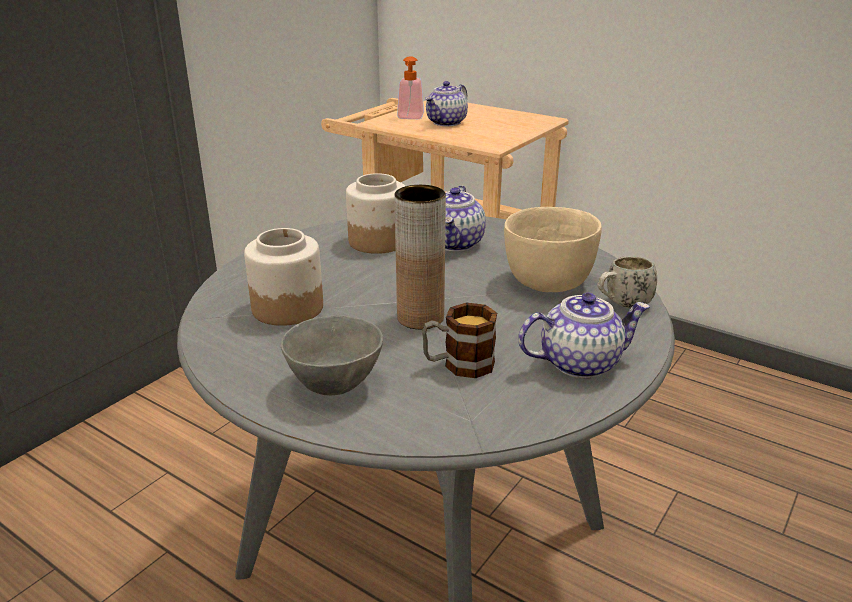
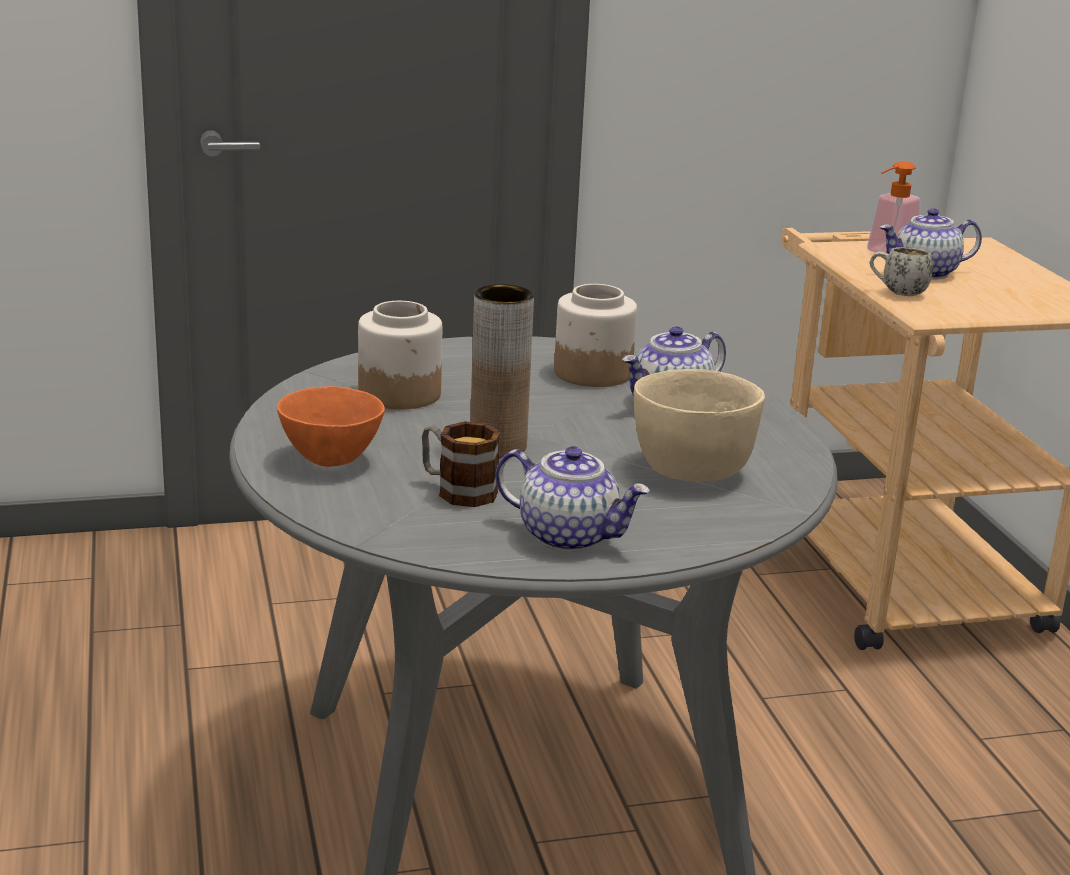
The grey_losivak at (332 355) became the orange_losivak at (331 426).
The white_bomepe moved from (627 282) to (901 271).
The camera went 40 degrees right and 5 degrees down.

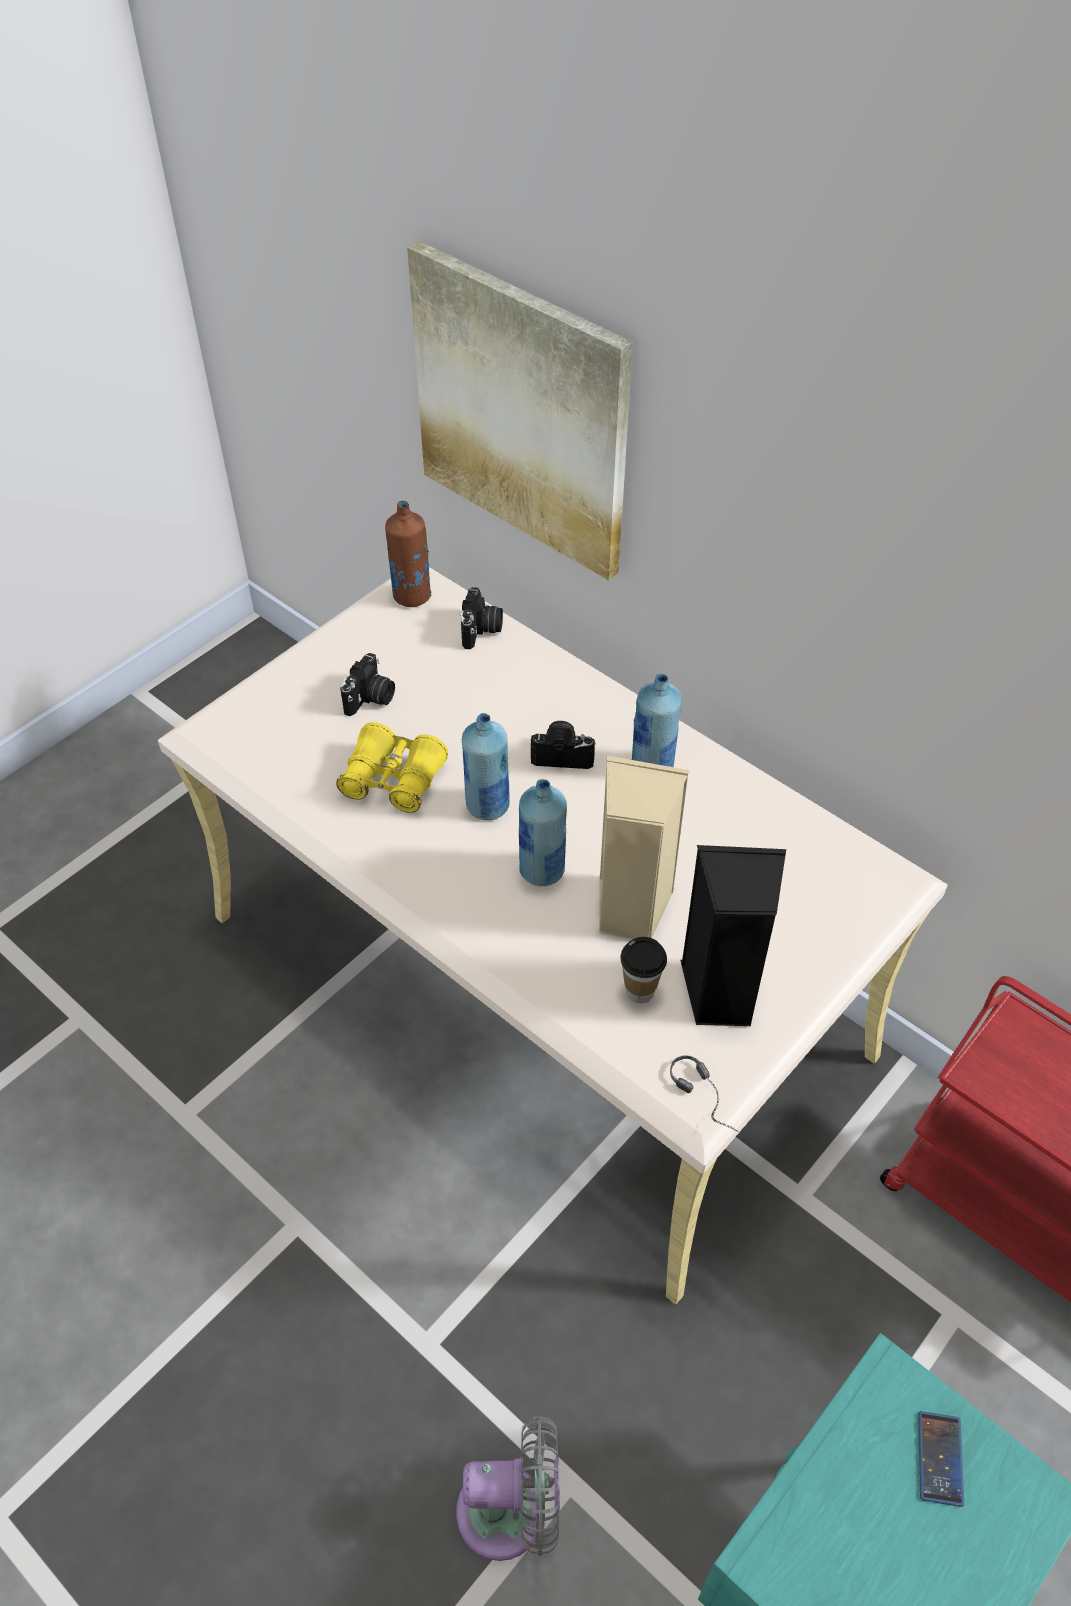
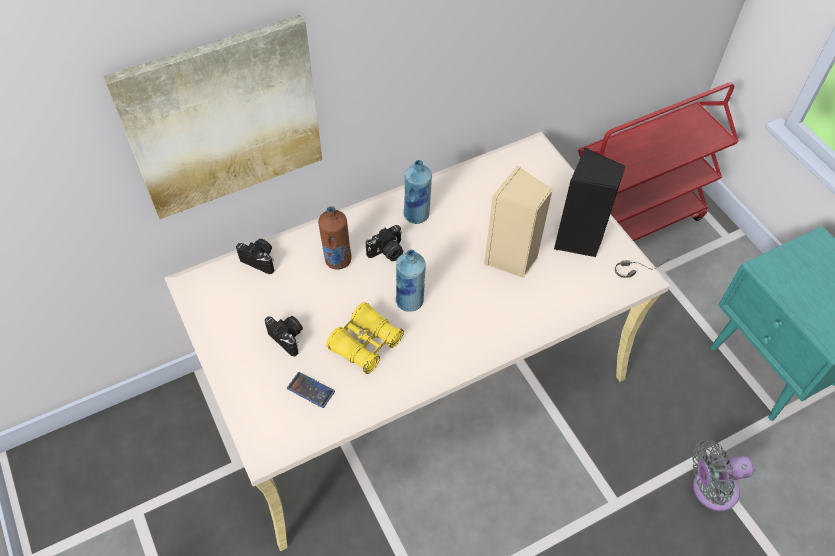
The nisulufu moved from (941 1459) to (311 390).
The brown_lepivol moved from (408 554) to (334 238).
The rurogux at (563 745) turned 150 degrees counterclockwise.
The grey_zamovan at (508 1488) turned 120 degrees counterclockwise.
The blue_lepivol at (543 832) disappeared.
The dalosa at (643 970) disappeared.
The camera went 70 degrees left and 5 degrees up.

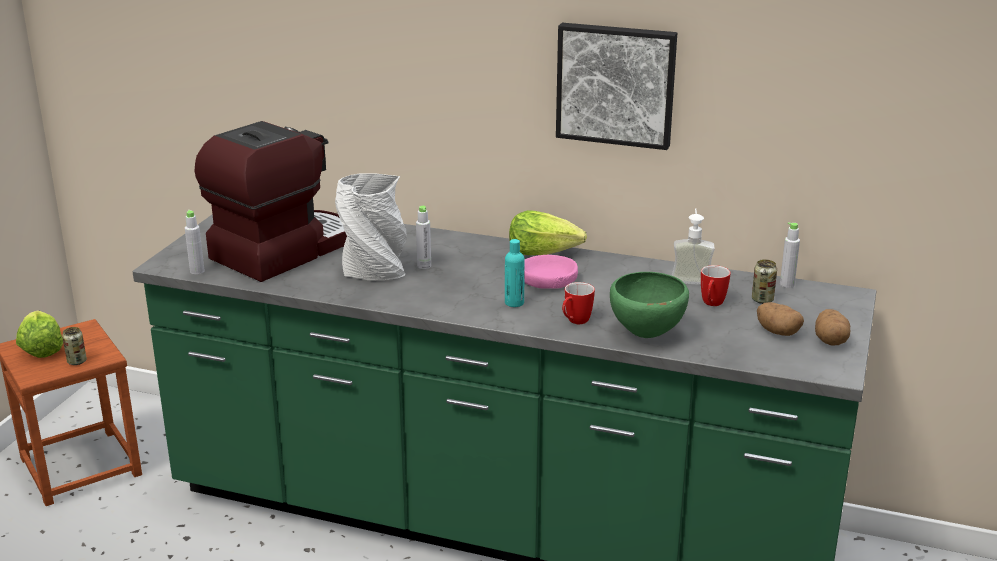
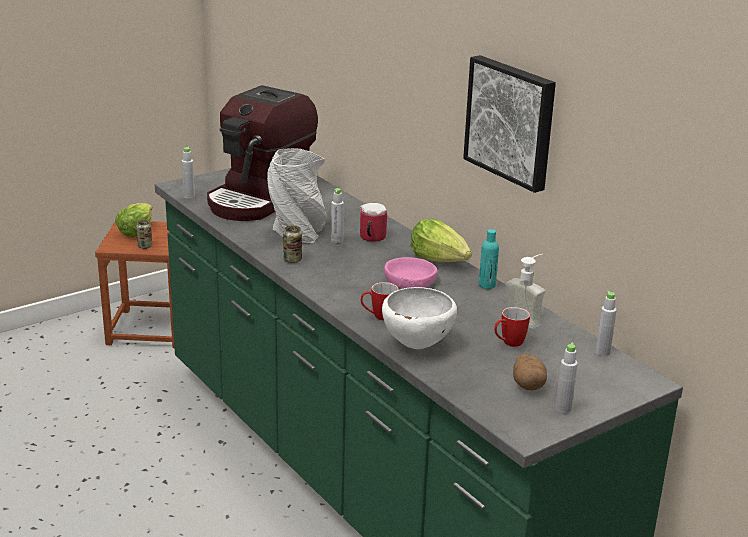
The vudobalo at (271 201) turned 135 degrees clockwise.
The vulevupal moved from (764 281) to (292 244).
The bomepe at (373 222) appeared.
The green_losivak at (649 305) became the white_losivak at (419 318).
The turquoise_lepivol moved from (515 273) to (489 259).
The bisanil at (832 327) was replaced by the grey_lepivol at (567 377).
The camera went 35 degrees right and 0 degrees up.

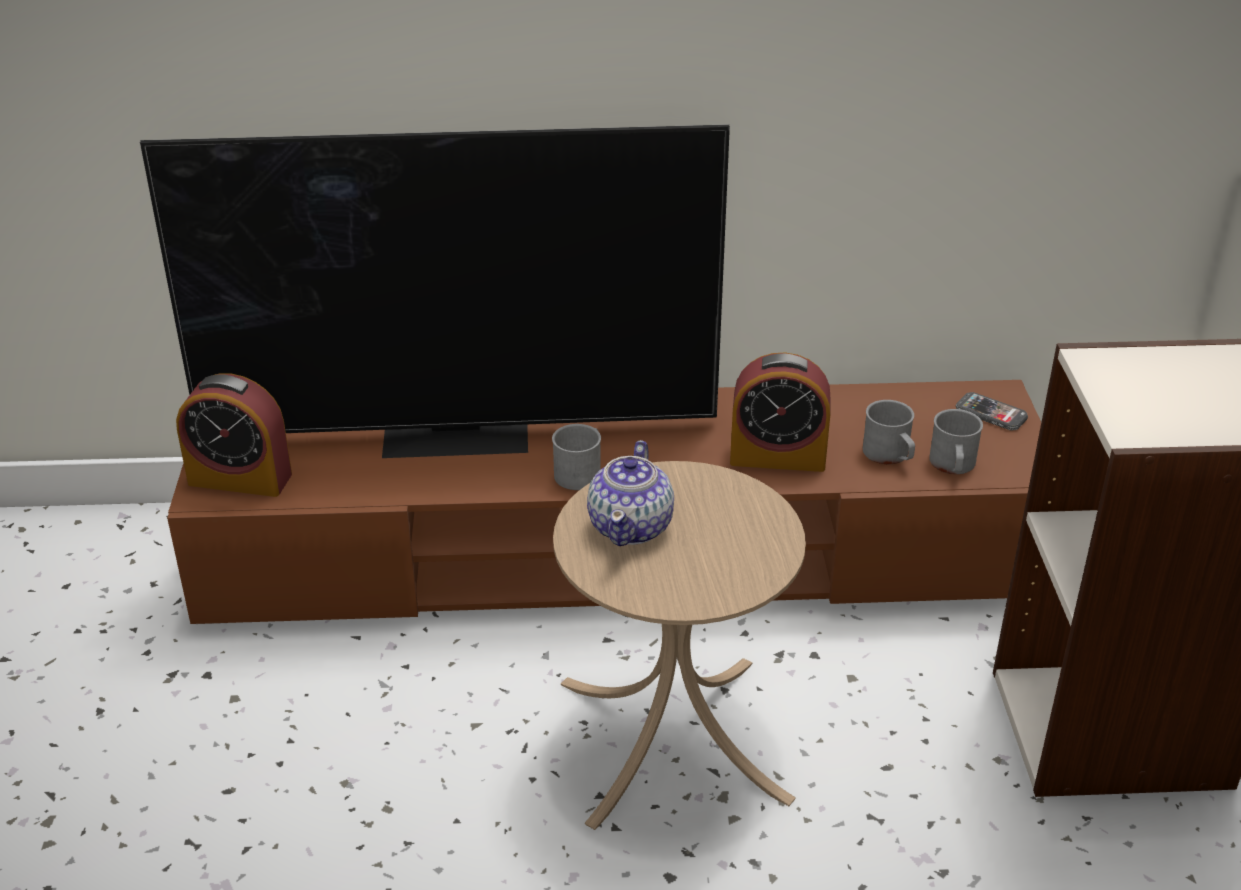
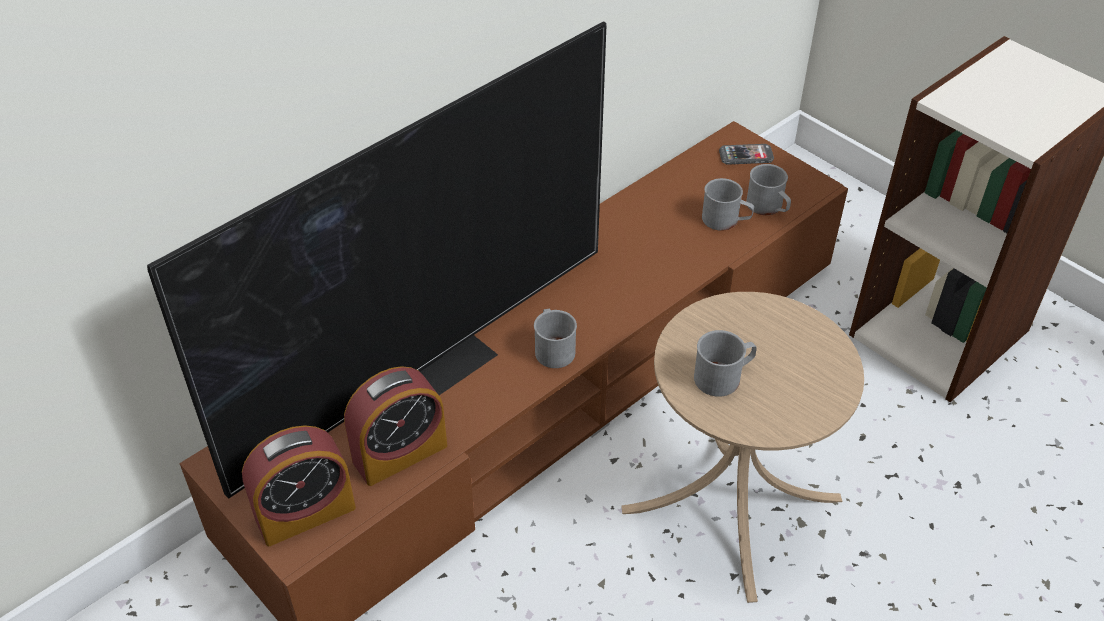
The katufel moved from (780 412) to (395 426).
The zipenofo at (630 493) was replaced by the grey_bomepe at (725 363).
The camera went 40 degrees left and 10 degrees up.

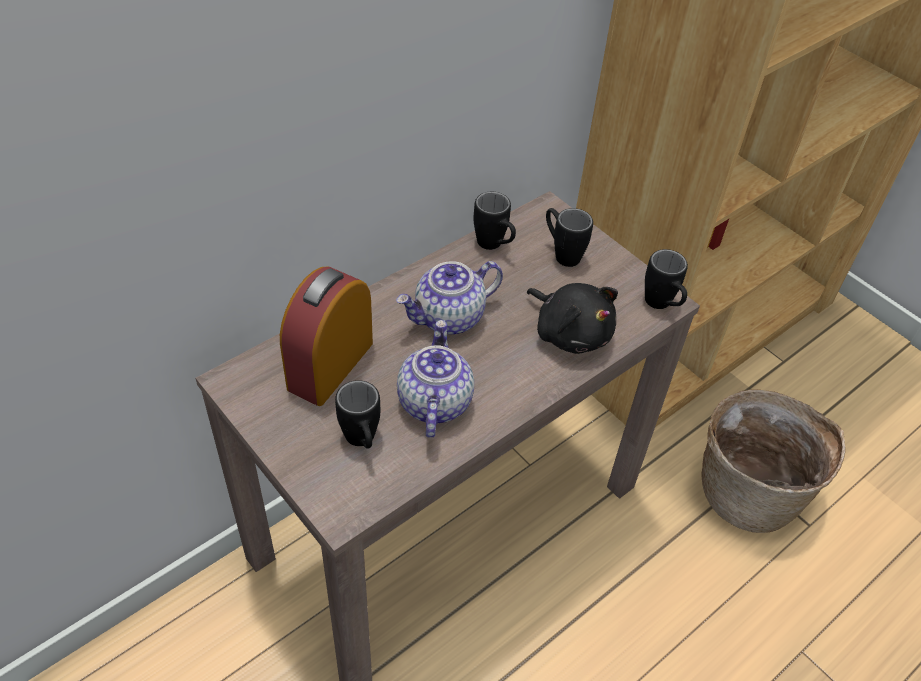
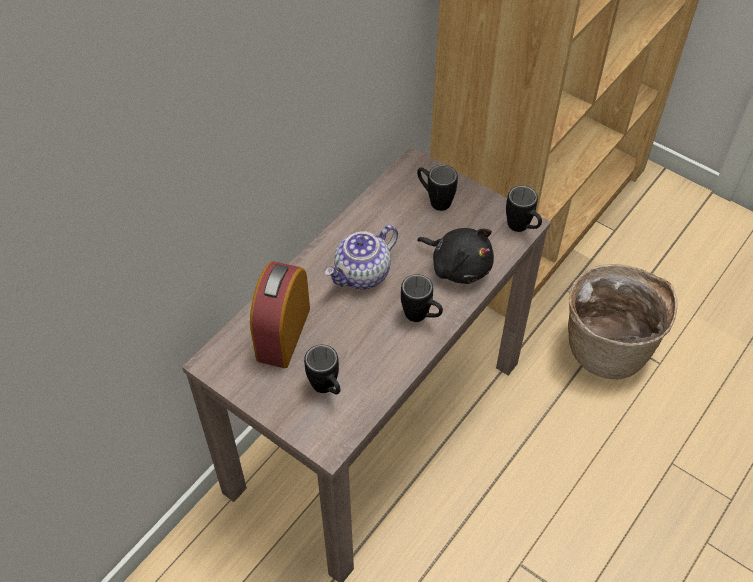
The black_bomepe moved from (495 221) to (422 298).
The zipenofo at (435 379) disappeared.
The camera went 10 degrees left and 5 degrees up.

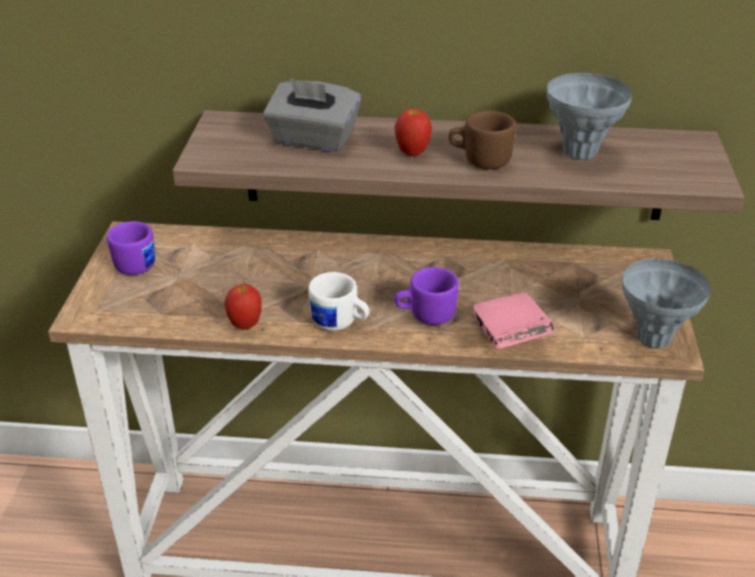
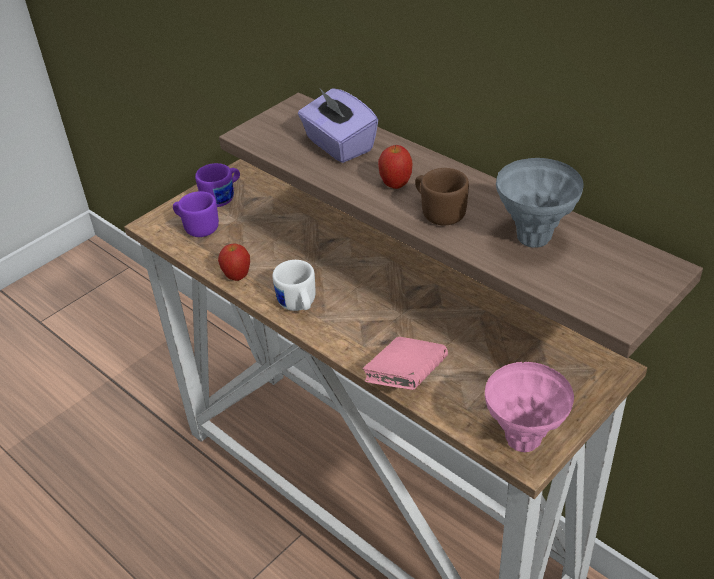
The purple_bomepe moved from (426 296) to (196 214).
The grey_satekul at (312 115) became the purple_satekul at (338 125).
The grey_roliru at (666 303) became the pink_roliru at (529 407).
The camera went 40 degrees right and 5 degrees up.

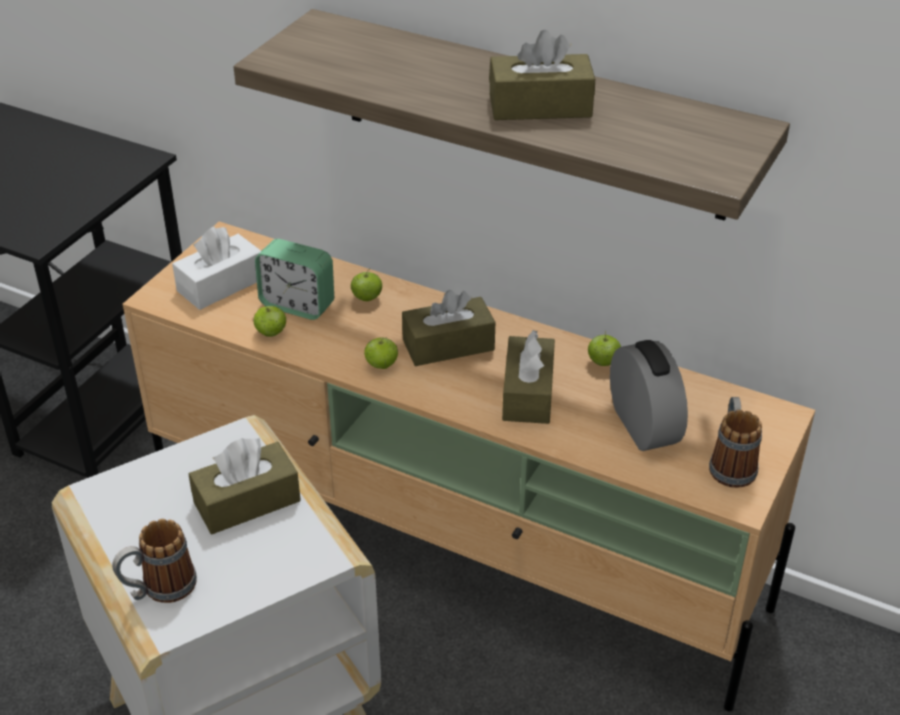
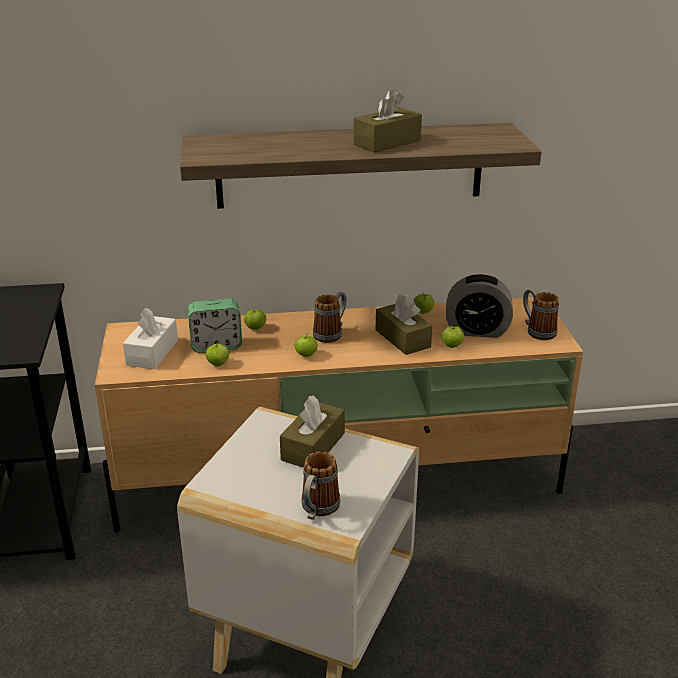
The brown_satekul at (448 328) was replaced by the bomepe at (329 317).
The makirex at (452 335) appeared.
The katufel at (649 395) turned 150 degrees clockwise.
The camera went 35 degrees left and 10 degrees down.

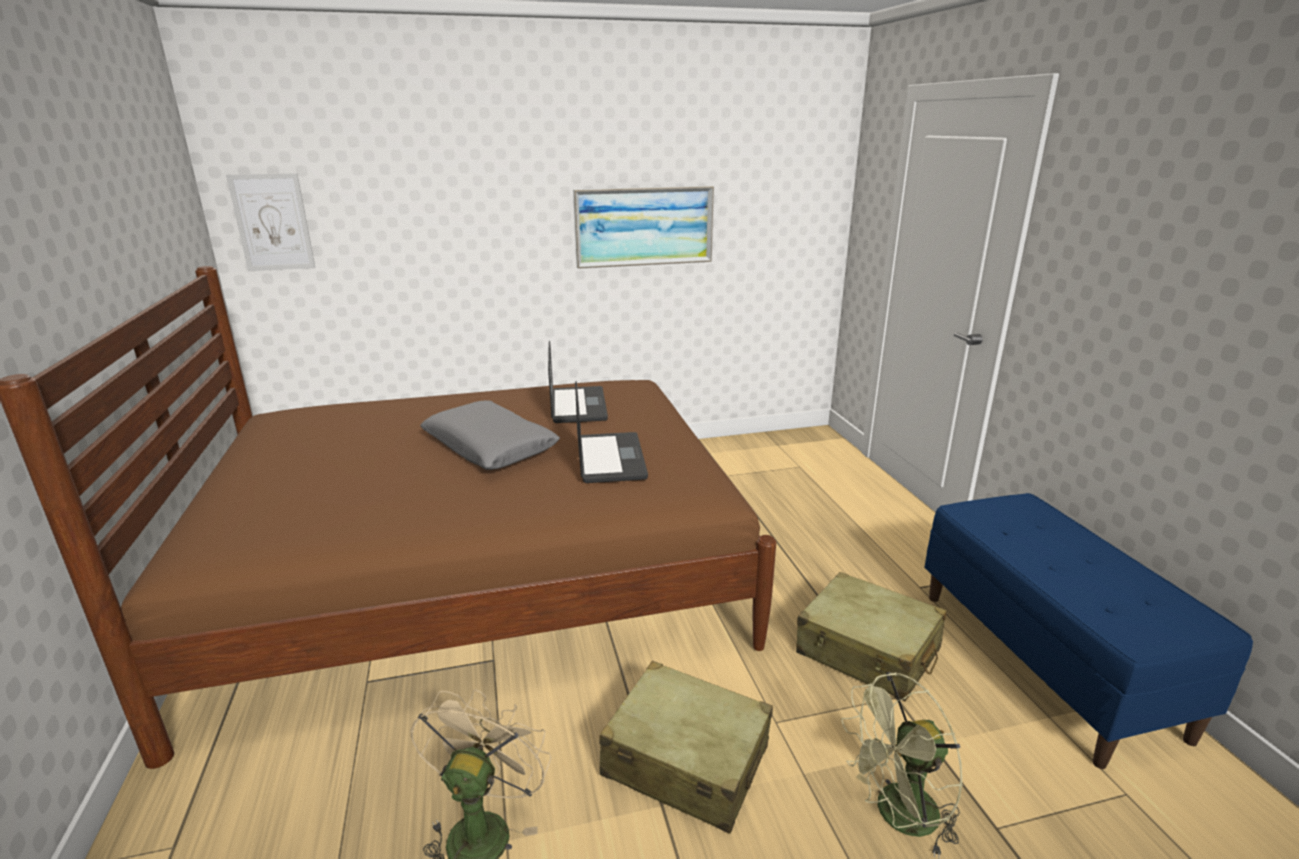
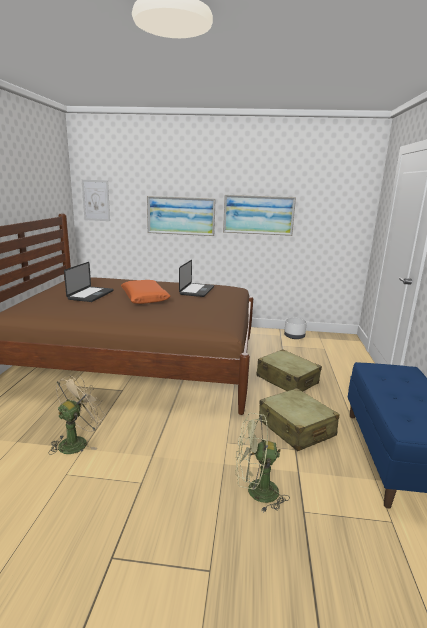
The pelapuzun moved from (611 432) to (89 282).
The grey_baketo at (490 435) became the orange_baketo at (146 292).
The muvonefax at (181 216) appeared.
The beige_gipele moved from (686 747) to (289 370).
The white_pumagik at (295 328) appeared.
The camera went 20 degrees right and 5 degrees down.

